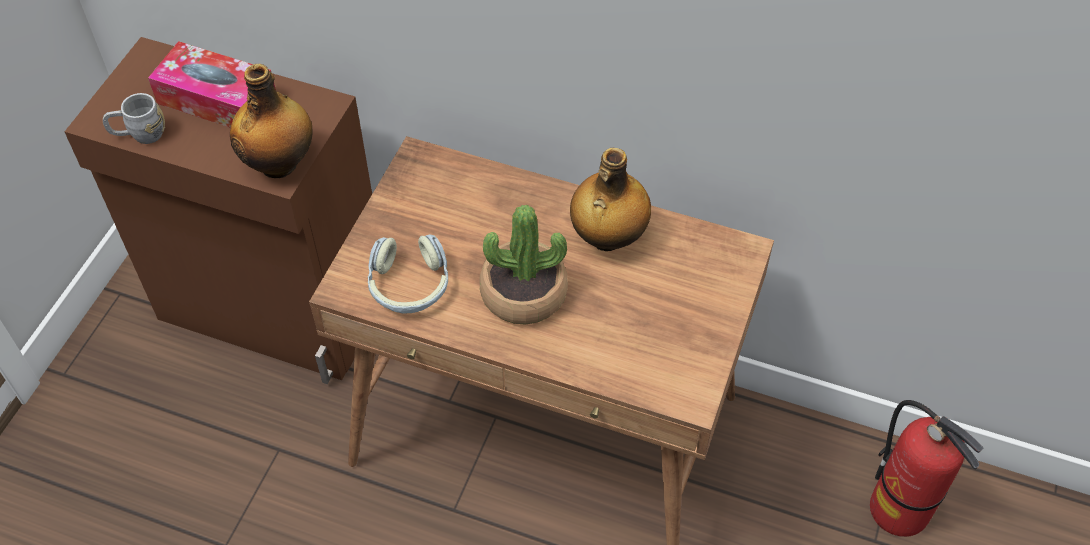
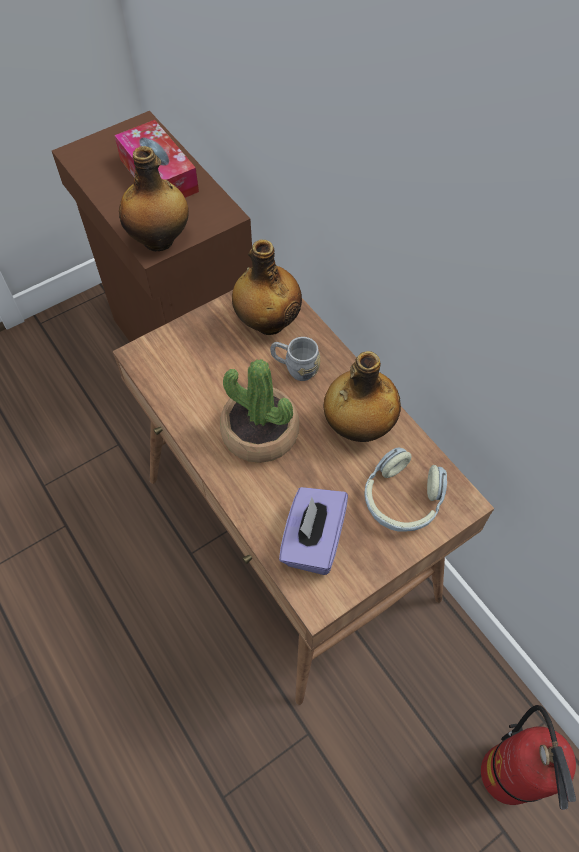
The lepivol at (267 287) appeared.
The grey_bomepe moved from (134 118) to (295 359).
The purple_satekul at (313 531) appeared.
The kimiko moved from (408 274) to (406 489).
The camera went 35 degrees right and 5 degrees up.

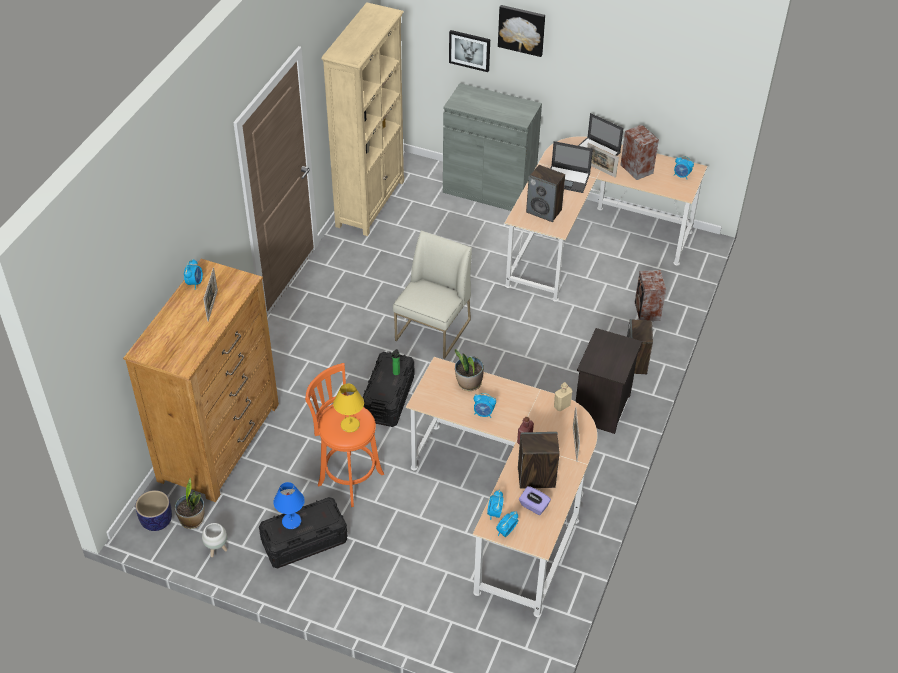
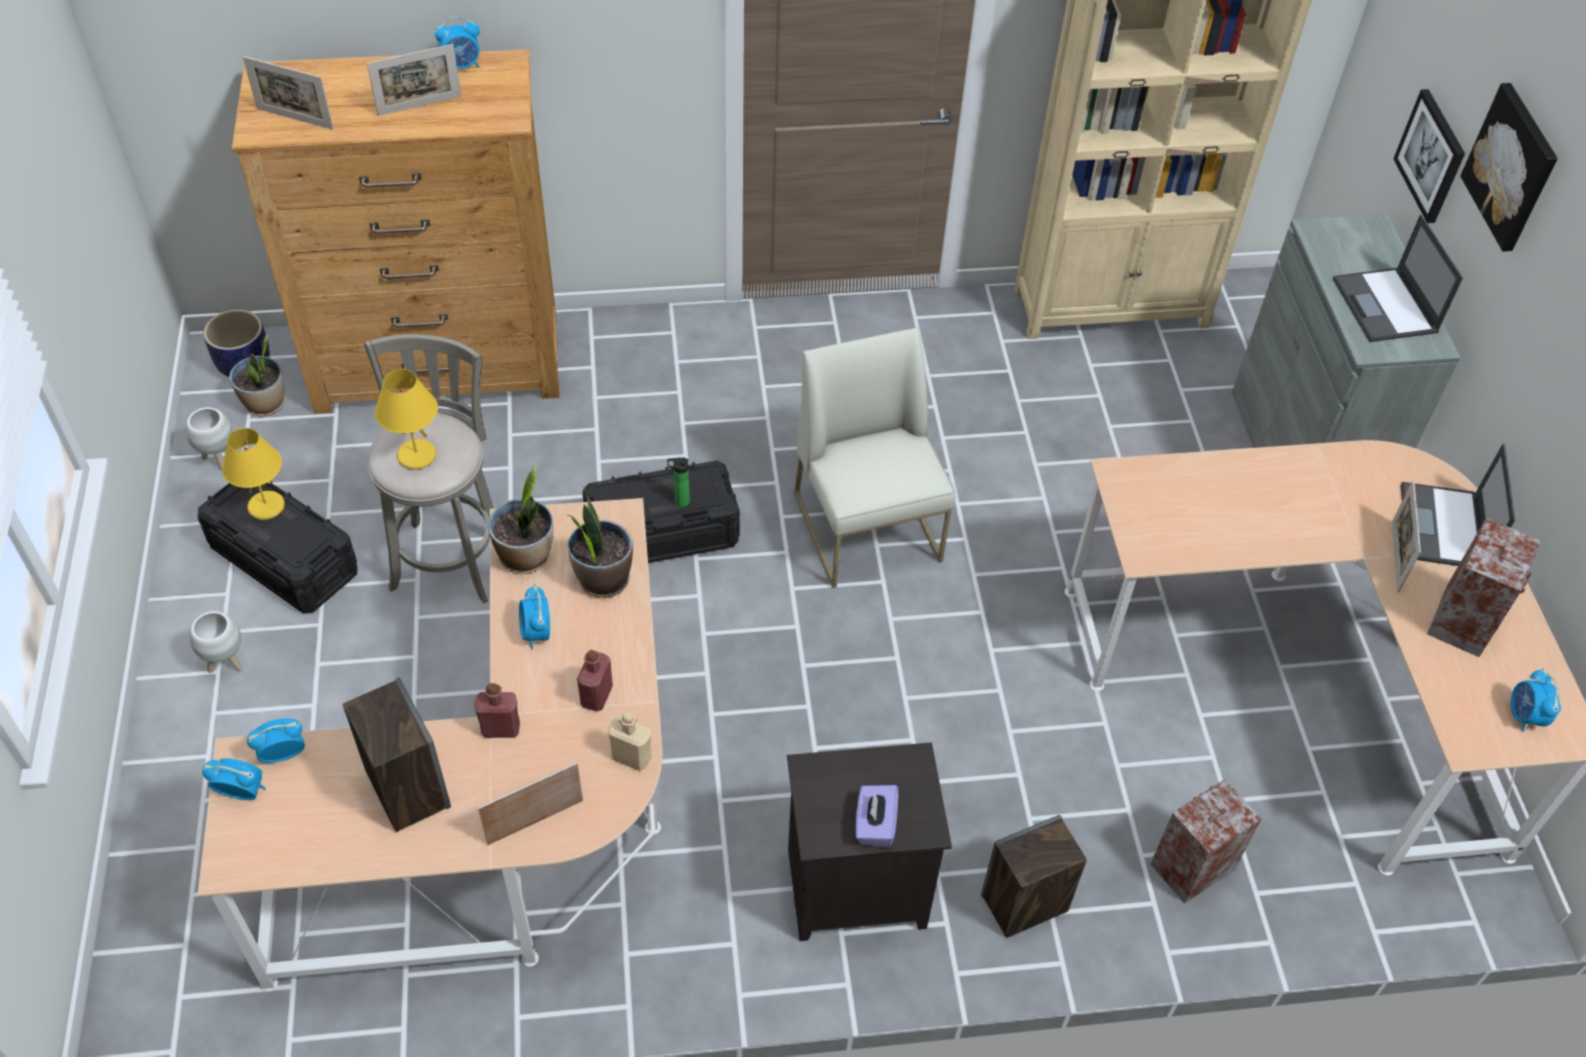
The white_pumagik at (216 642) appeared.
The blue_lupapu at (289 505) became the yellow_lupapu at (253 474).
The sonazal at (288 93) appeared.
The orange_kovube at (344 435) became the grey_kovube at (429 468).
The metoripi at (520 519) appeared.
The red_lepivol at (595 680) appeared.
The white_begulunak at (432 294) turned 105 degrees counterclockwise.
The purple_satekul moved from (535 500) to (877 816).
The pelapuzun moved from (571 167) to (1398 278).
The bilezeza at (545 193) disappeared.
The camera went 60 degrees right and 5 degrees up.

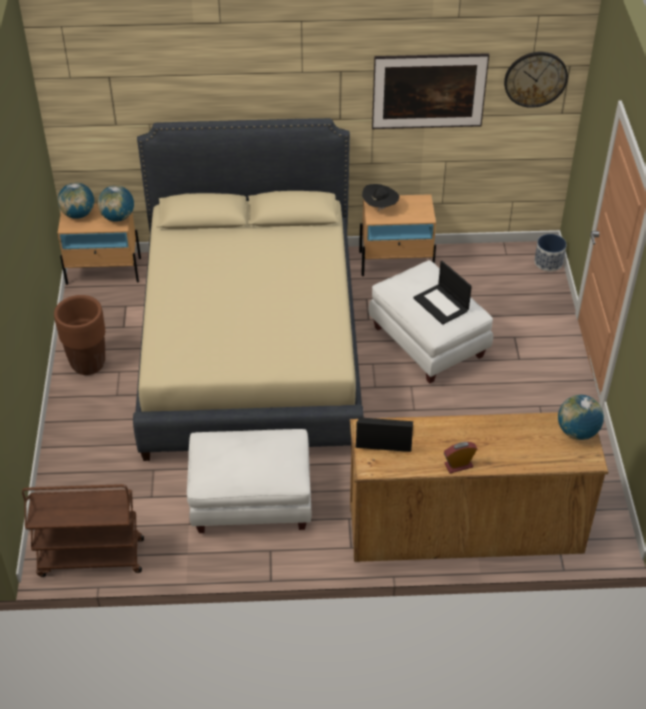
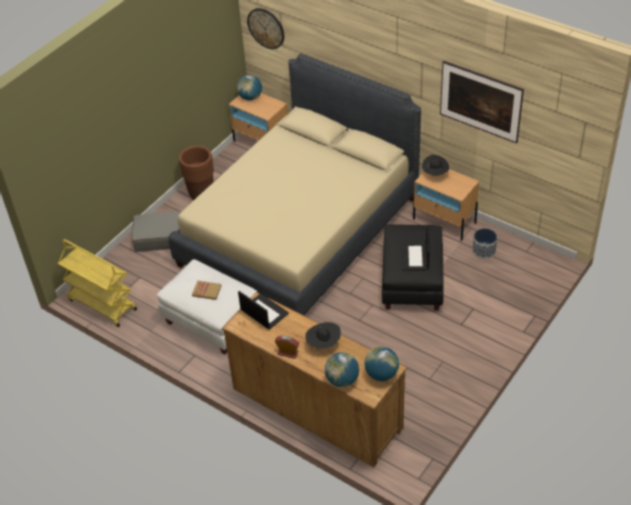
The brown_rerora at (83 530) became the yellow_rerora at (97 283).
The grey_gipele at (156 231) appeared.
The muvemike at (207 290) appeared.
The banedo moved from (536 80) to (265 28).
The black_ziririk at (323 335) appeared.
The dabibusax moved from (116 203) to (342 369).
The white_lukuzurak at (431 321) became the black_lukuzurak at (413 267).
The pumagik moved from (550 252) to (485 243).
The camera went 40 degrees right and 0 degrees up.

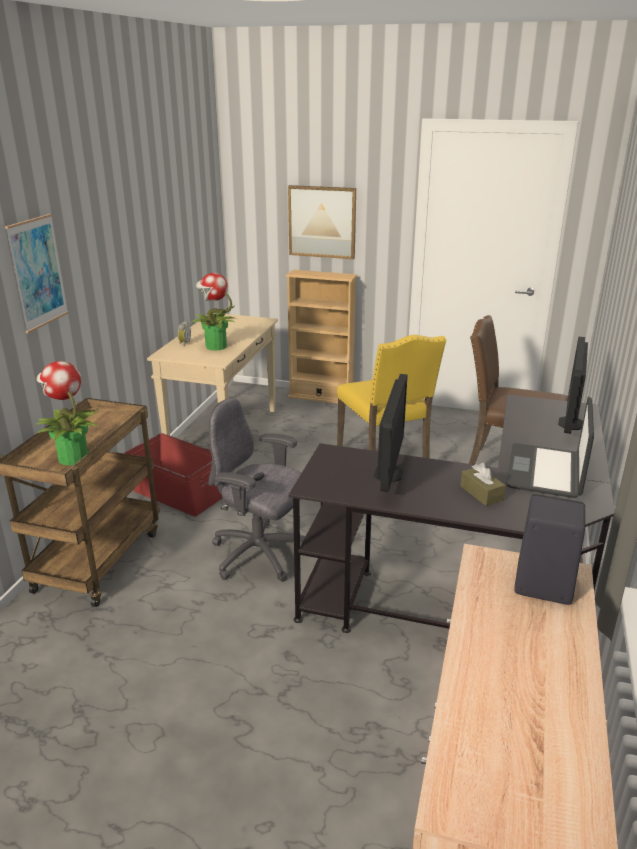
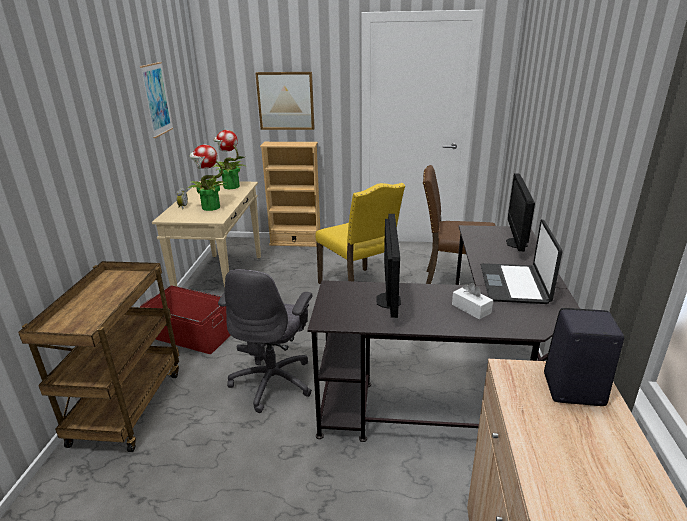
The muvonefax moved from (36 273) to (156 100).
The metoripi moved from (67 413) to (229 159).
The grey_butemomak at (256 490) turned 90 degrees counterclockwise.
The brown_satekul at (483 484) became the white_satekul at (472 301).
The camera went 10 degrees left and 0 degrees up.

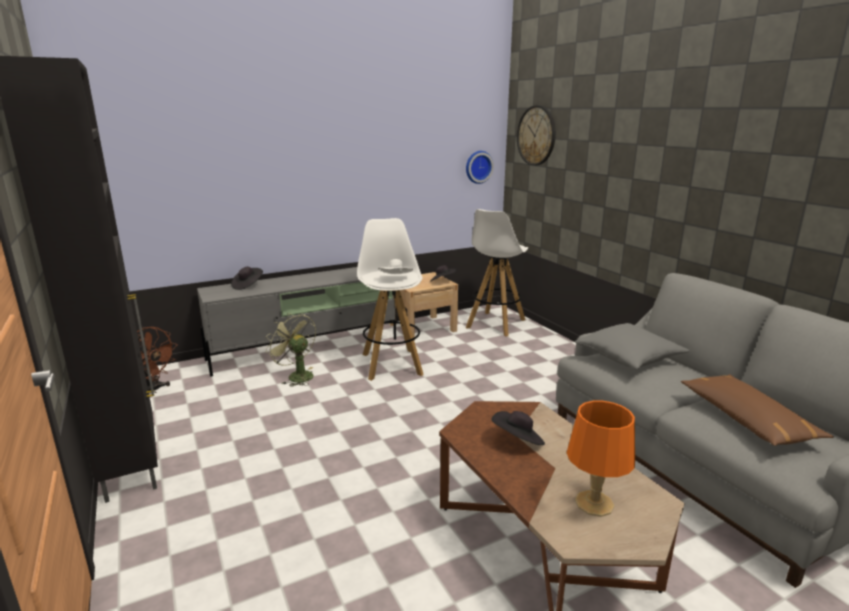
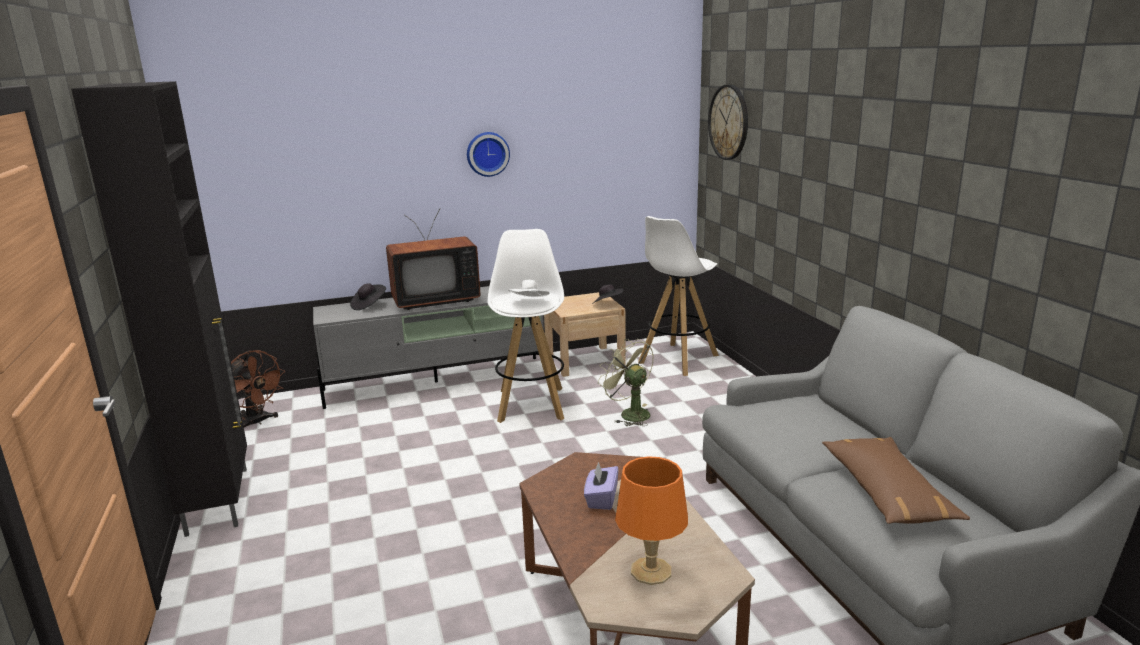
The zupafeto at (433 259) appeared.
The banedo moved from (480 167) to (488 154).
The black_ziririk at (518 428) was replaced by the purple_satekul at (601 486).
The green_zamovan moved from (291 350) to (626 382).
The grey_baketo at (632 346) disappeared.
The camera went 10 degrees right and 0 degrees up.

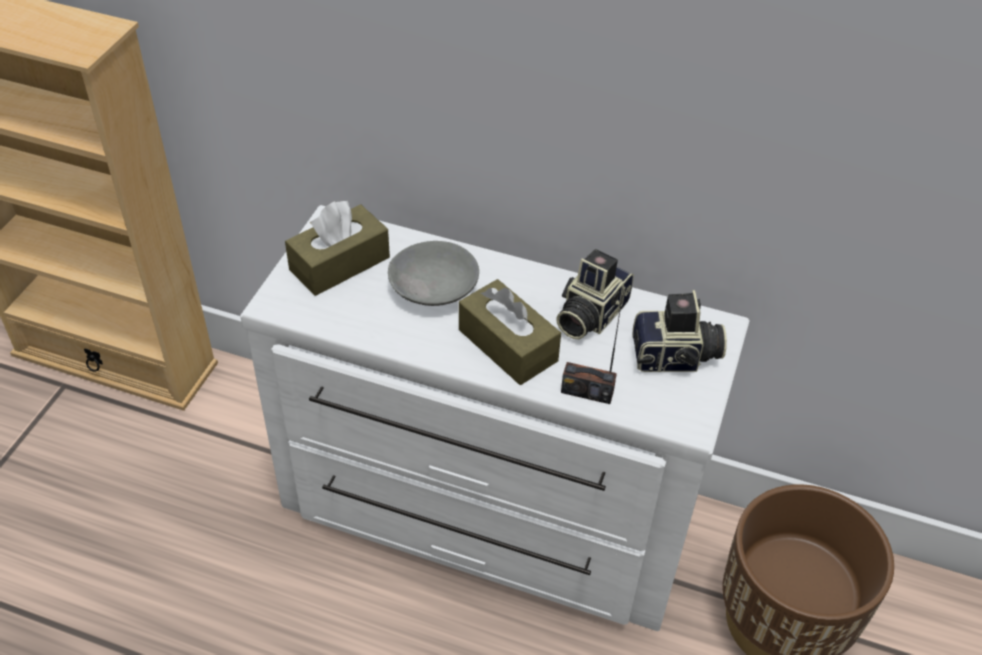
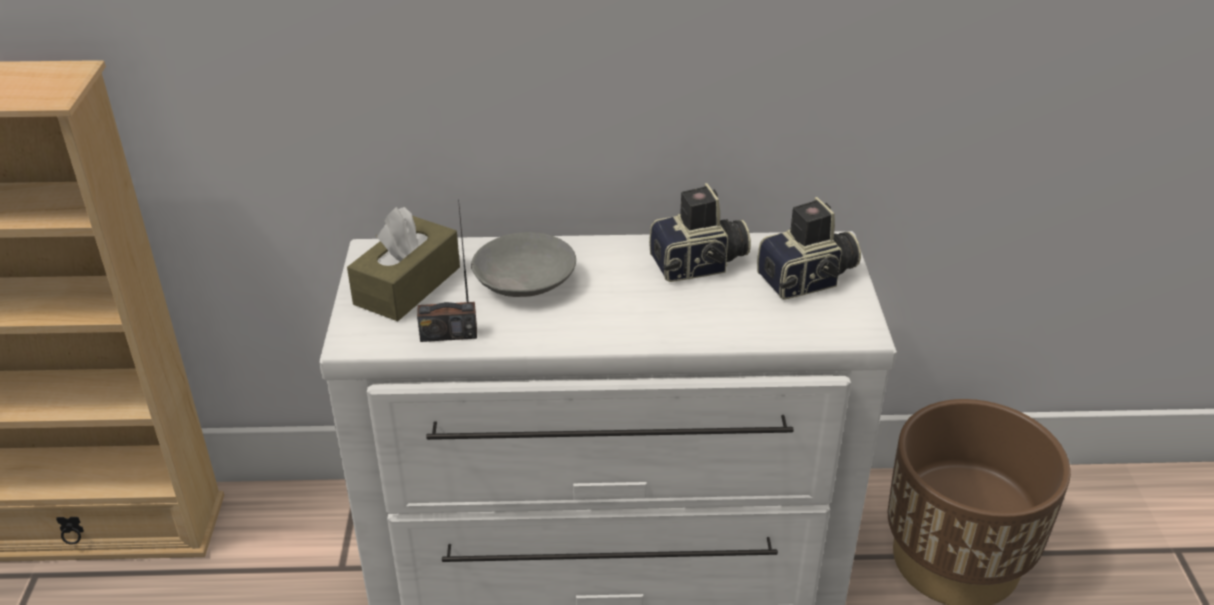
The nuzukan moved from (592 349) to (447 270).
The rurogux at (595 294) turned 120 degrees counterclockwise.
The brown_satekul at (510 332) disappeared.
The camera went 20 degrees left and 10 degrees down.

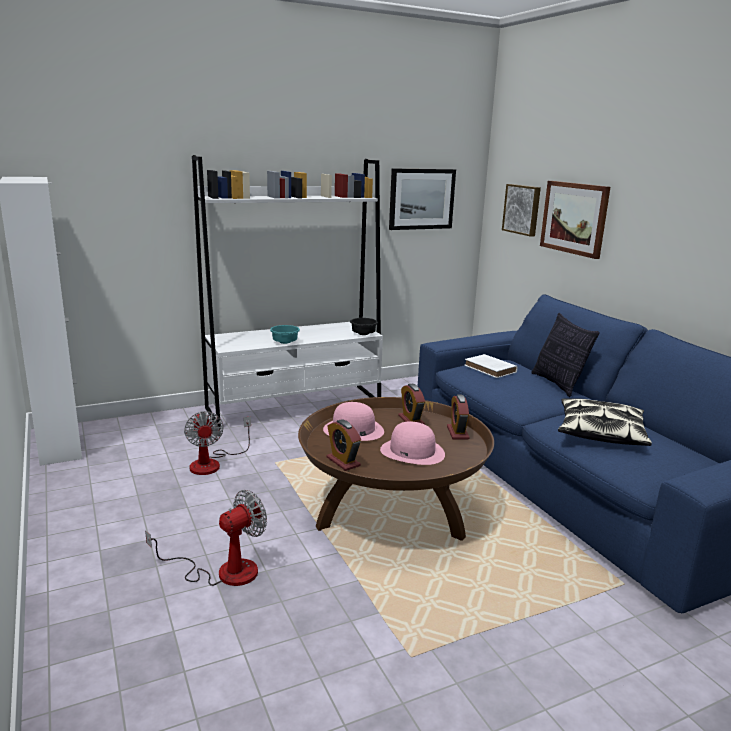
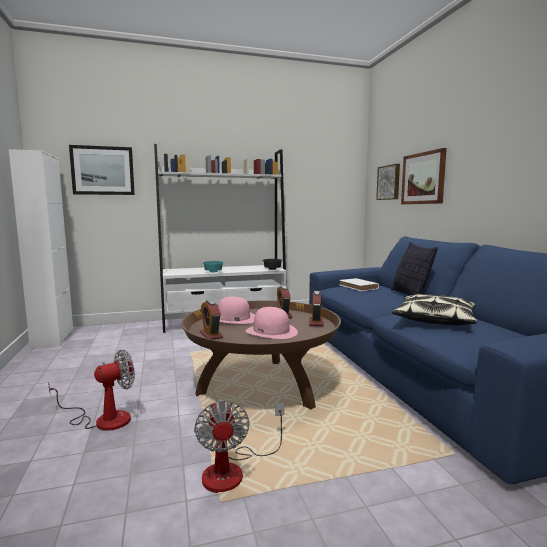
The muvonefax moved from (422 199) to (102 170).
The zamovan moved from (217 443) to (239 446).
The camera went 10 degrees right and 10 degrees down.

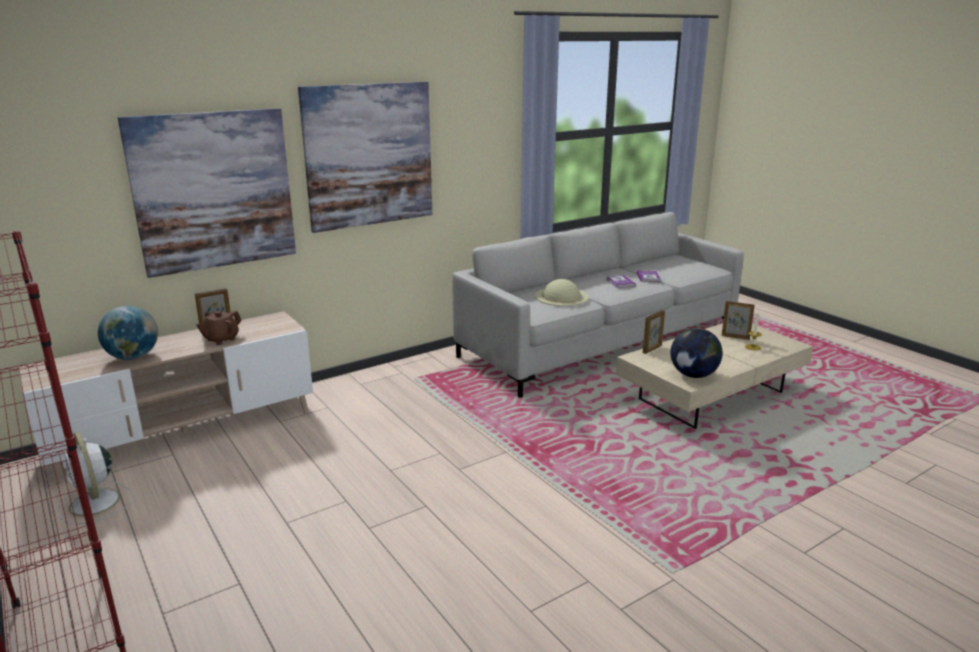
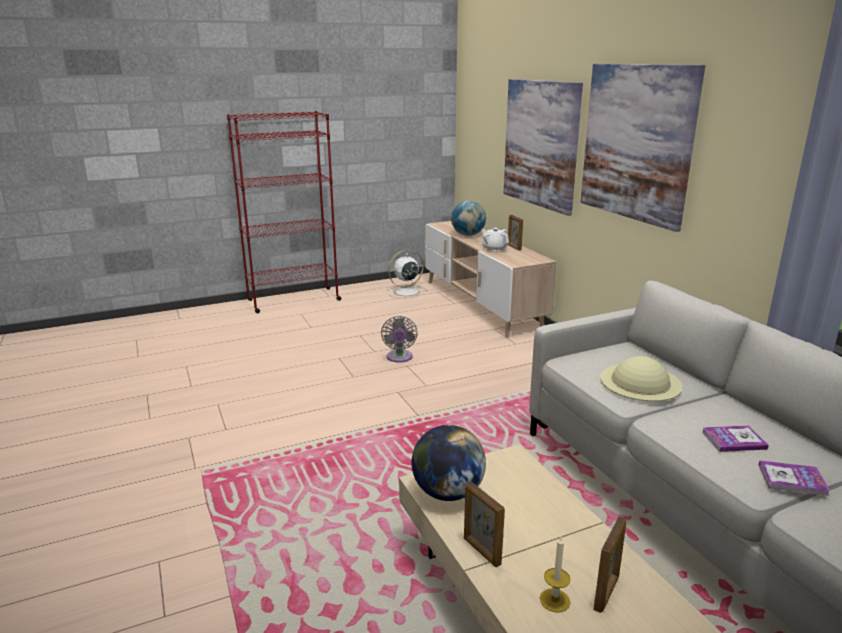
The grey_zamovan at (399 339) appeared.
The sonazal moved from (654 332) to (484 524).
The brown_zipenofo at (219 327) became the white_zipenofo at (495 240).
The camera went 100 degrees right and 0 degrees up.

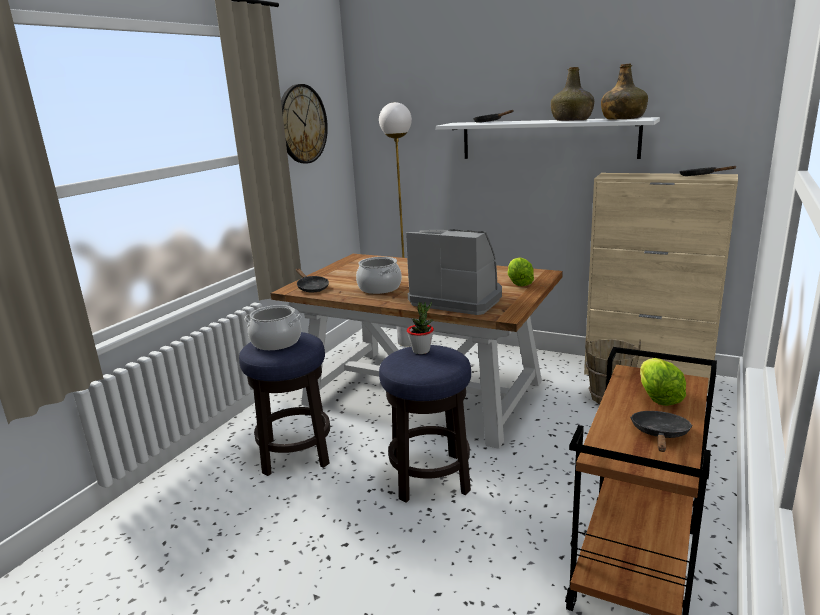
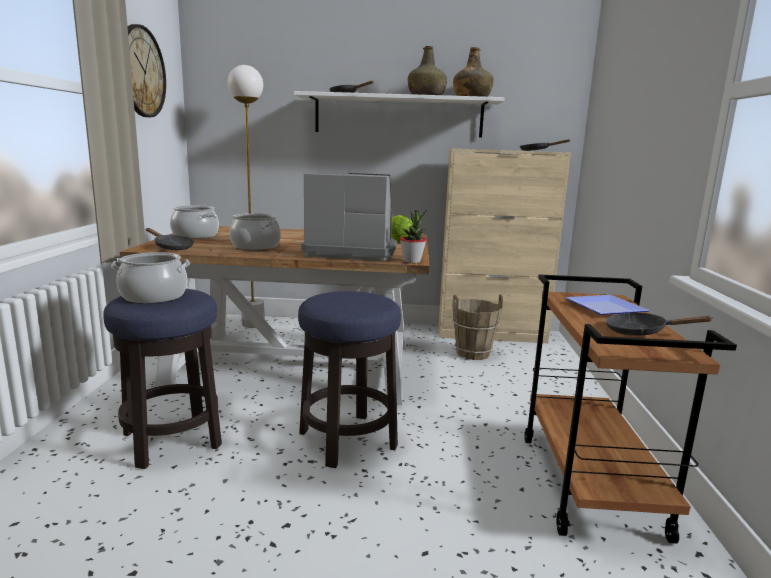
The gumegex at (194 222) appeared.
The metoripi moved from (420 327) to (413 236).
The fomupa at (663 382) was replaced by the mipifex at (607 305).
The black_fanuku at (661 431) turned 75 degrees counterclockwise.
The camera went 25 degrees left and 5 degrees down.

